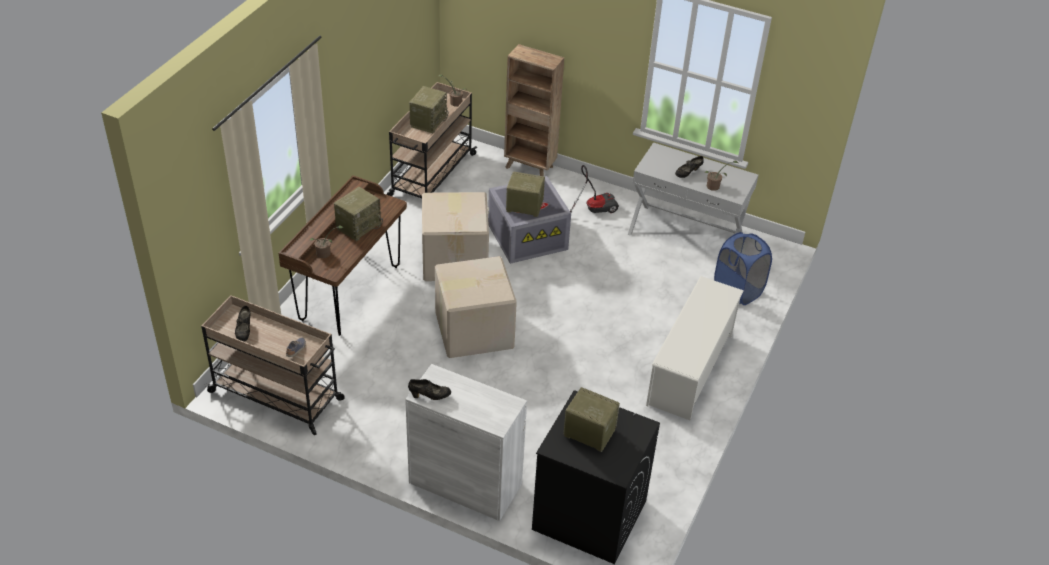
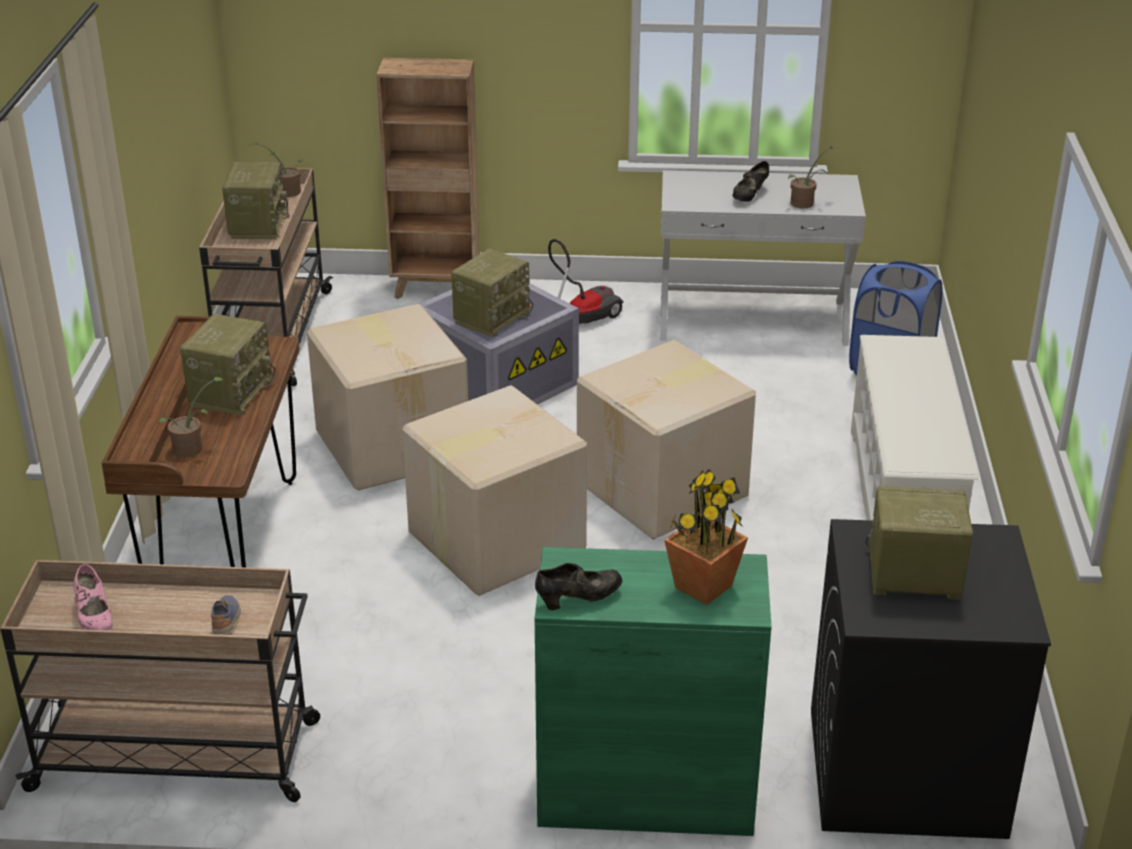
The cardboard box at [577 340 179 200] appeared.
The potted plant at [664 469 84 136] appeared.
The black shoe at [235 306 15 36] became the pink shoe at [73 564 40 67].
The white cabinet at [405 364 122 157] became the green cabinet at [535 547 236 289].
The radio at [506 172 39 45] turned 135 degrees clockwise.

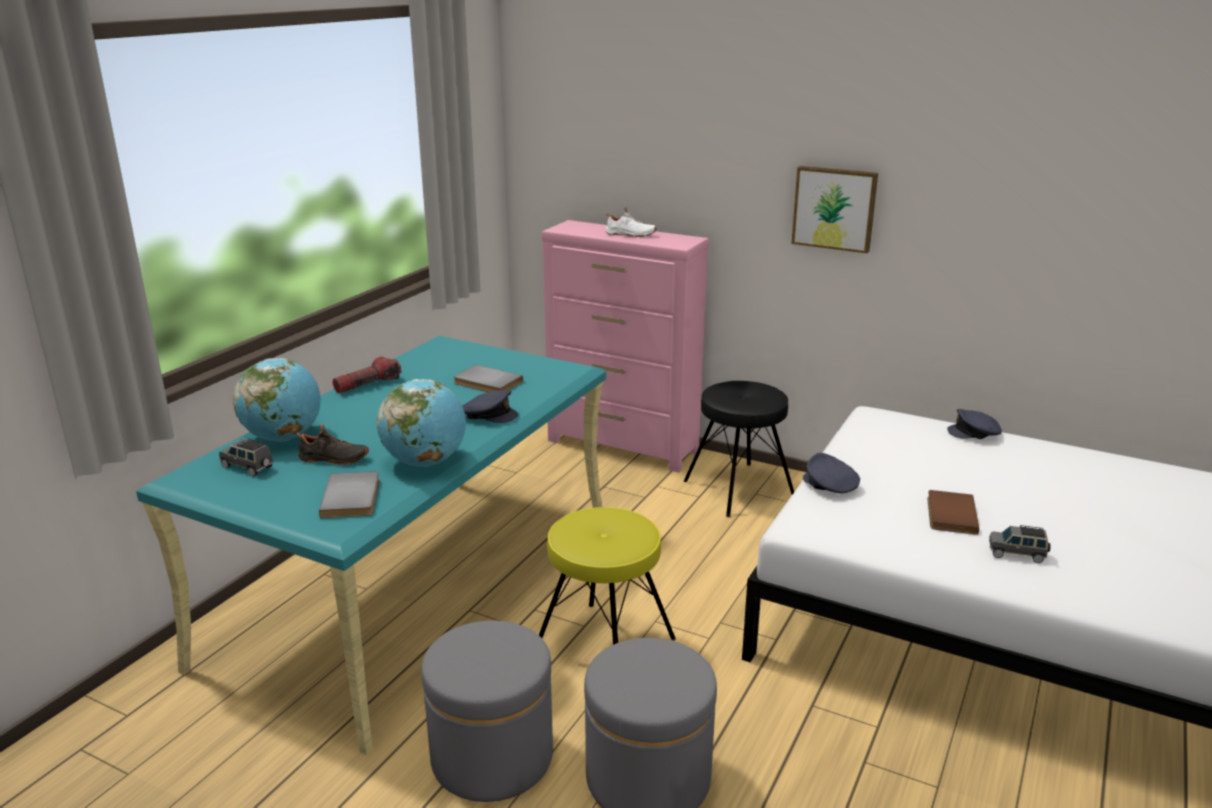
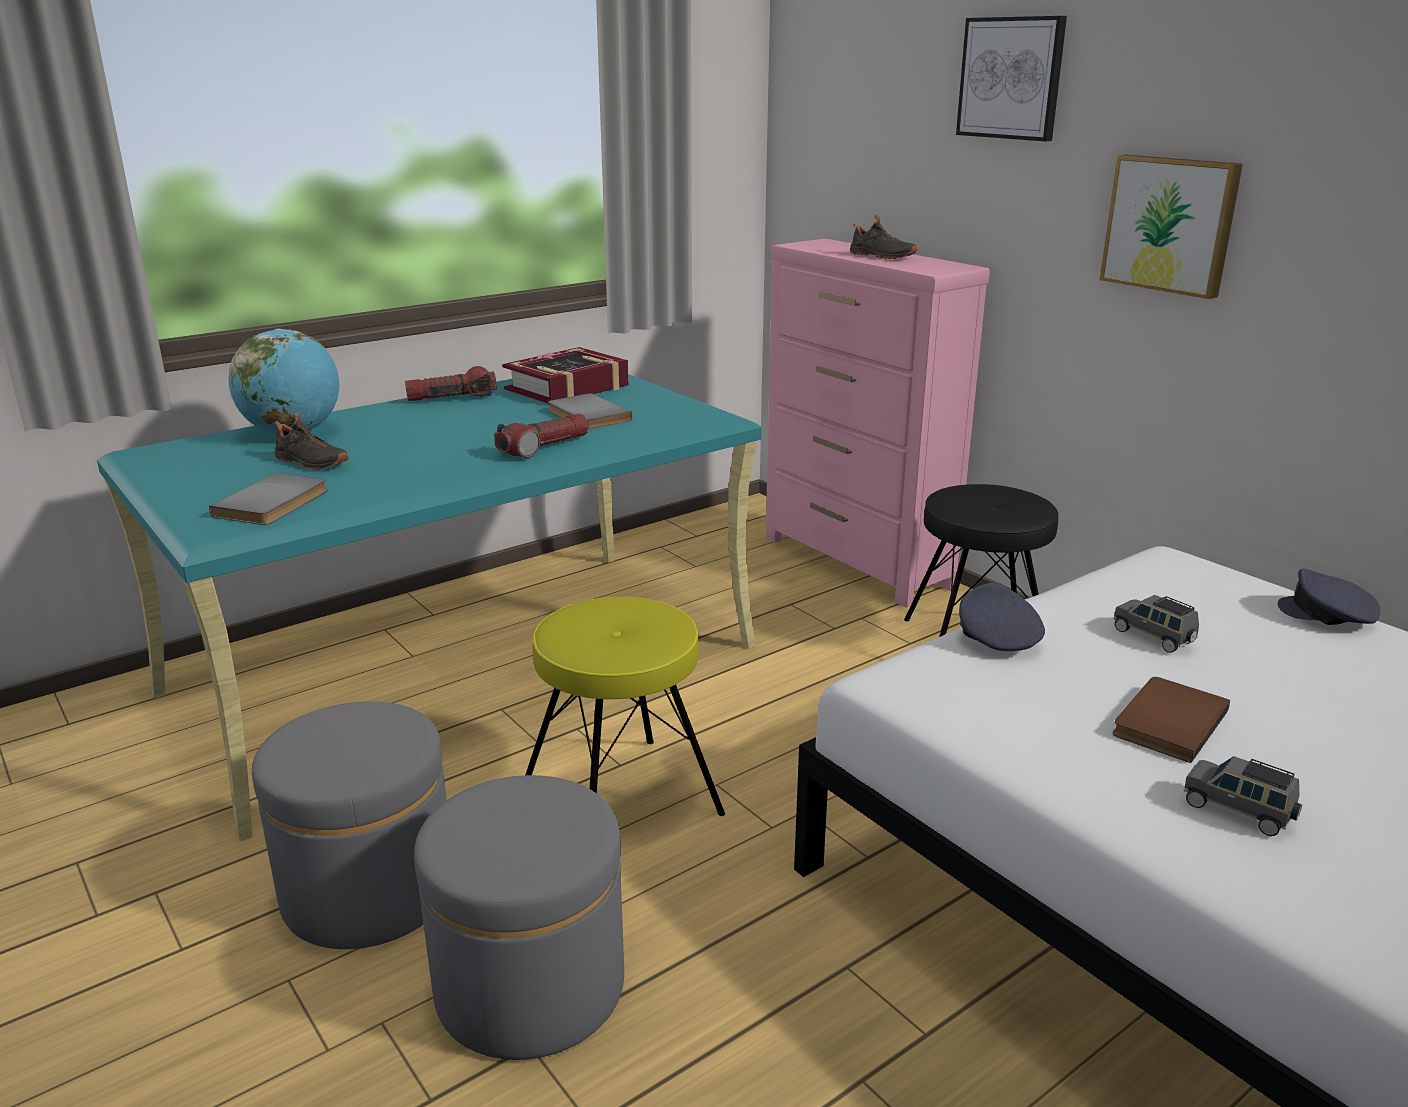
The globe at [377 379 89 88] disappeared.
The book at [502 347 127 57] appeared.
The picture at [956 16 111 125] appeared.
The grey toy car moved from [219 438 54 39] to [1113 595 86 58].
The grey cap at [462 390 56 33] was replaced by the flashlight at [494 413 95 45].
The white shoe at [606 207 51 30] became the black shoe at [850 214 67 45].

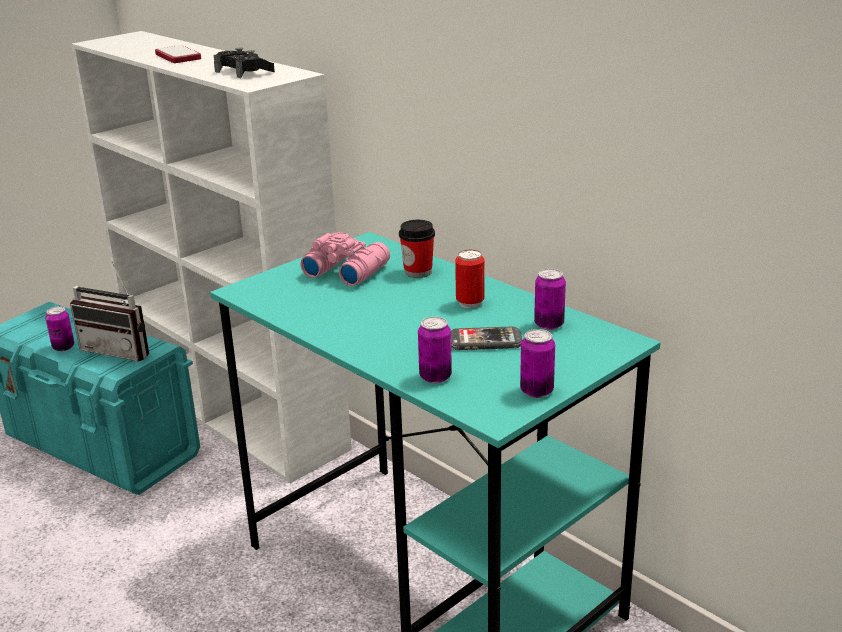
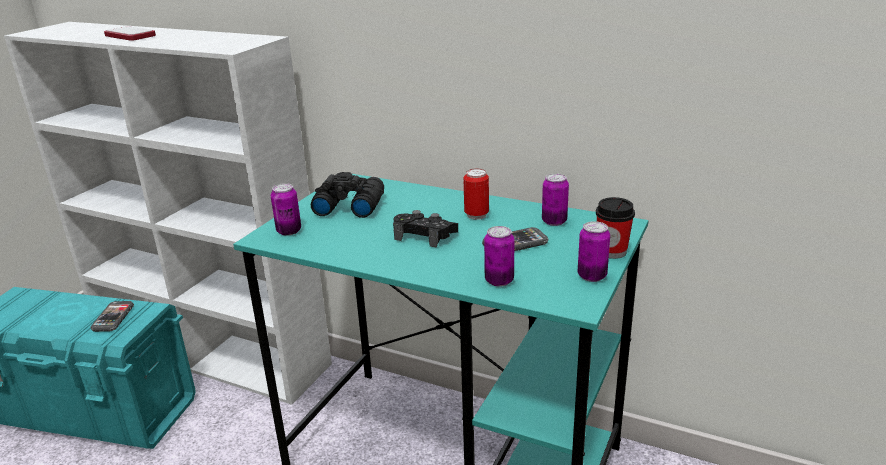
The can moved from [45 306 29 45] to [271 183 30 53].
The black game controller moved from [214 48 61 30] to [393 210 65 38].
The cup moved from [399 220 36 58] to [596 197 39 62].
The radio at [70 262 79 99] was replaced by the phone at [91 301 43 31].
The pink binoculars at [301 232 89 54] became the black binoculars at [311 172 73 46].

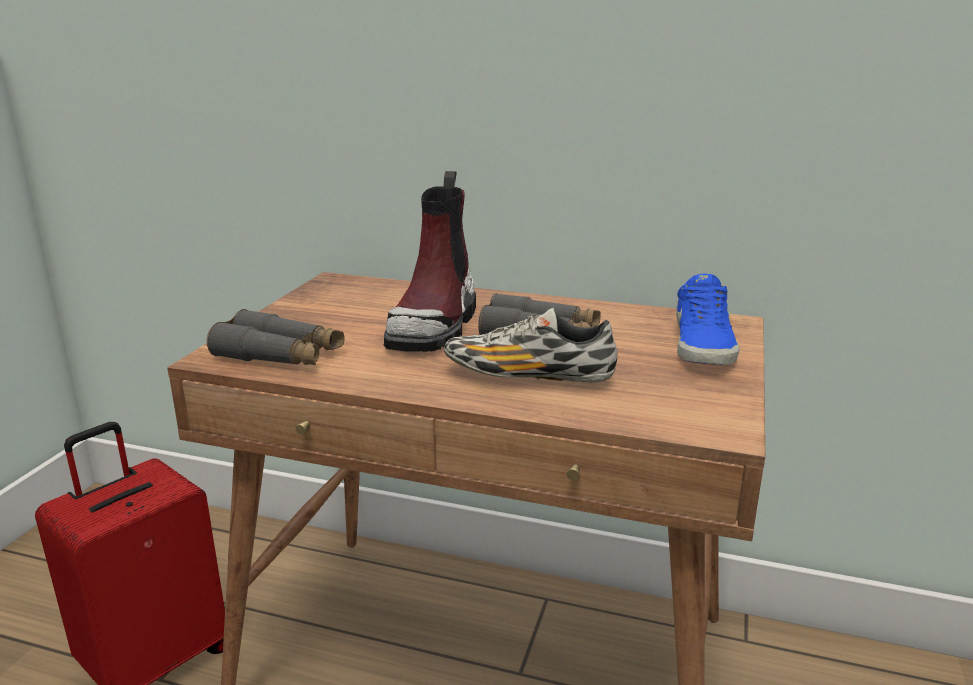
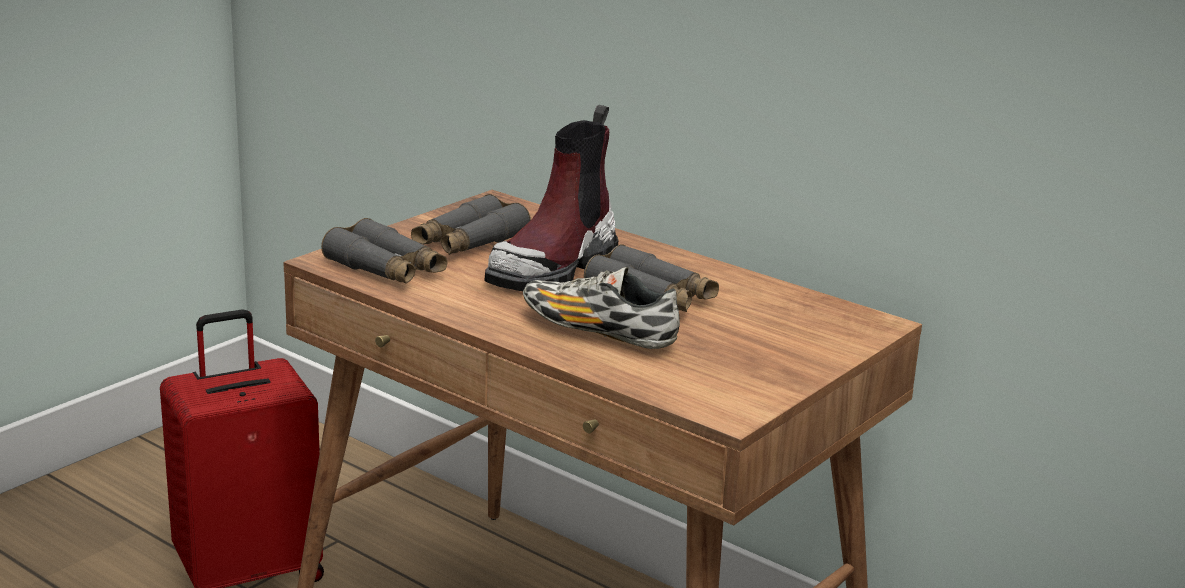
The blue shoe at [677 273 63 92] disappeared.
The grey binoculars at [411 194 120 61] appeared.

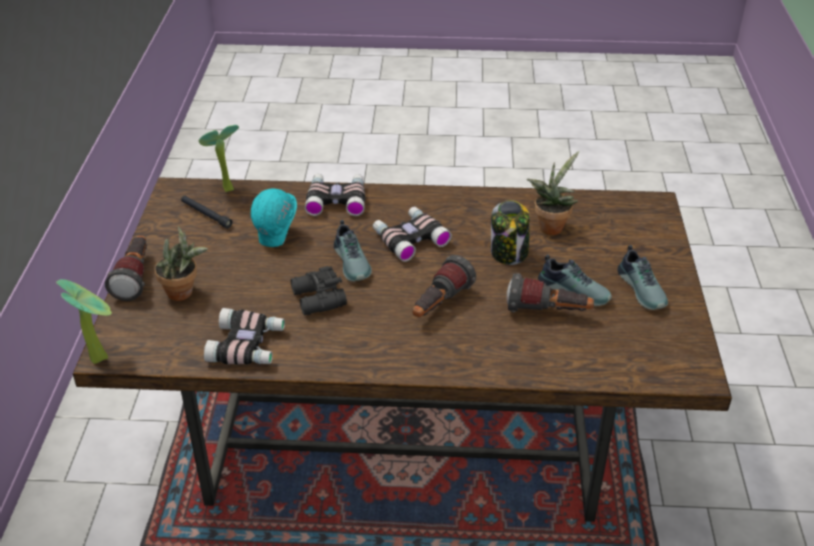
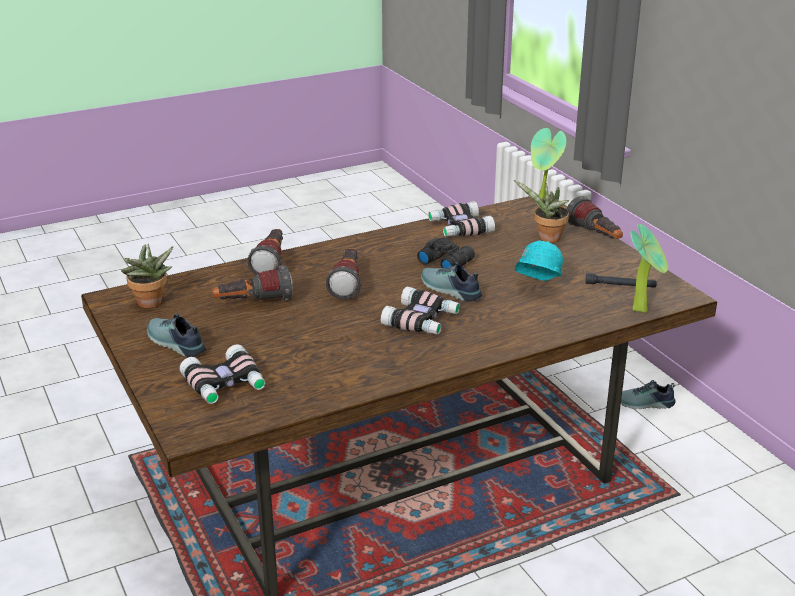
The jar at [491 200 39 65] disappeared.
The flashlight at [247 229 36 46] appeared.
The binoculars moved from [305 174 61 42] to [179 344 87 60].
The potted plant moved from [527 151 52 84] to [121 244 52 64].
The shoe moved from [538 255 74 51] to [621 380 55 29].

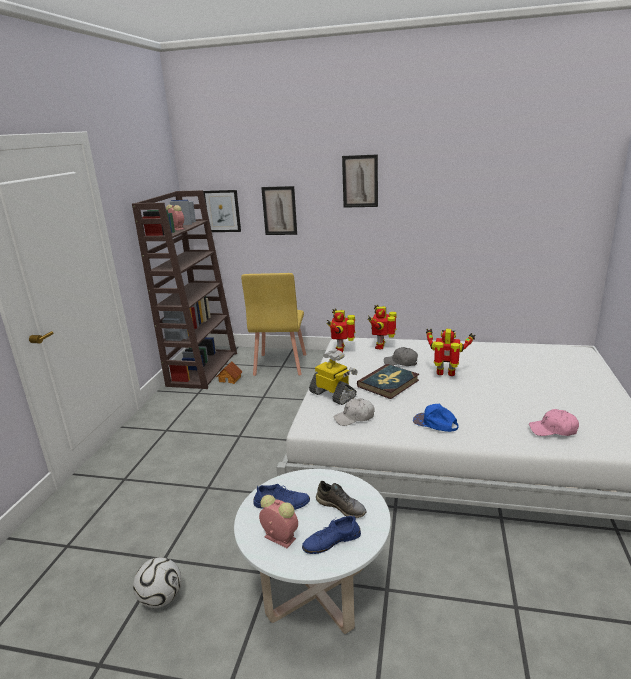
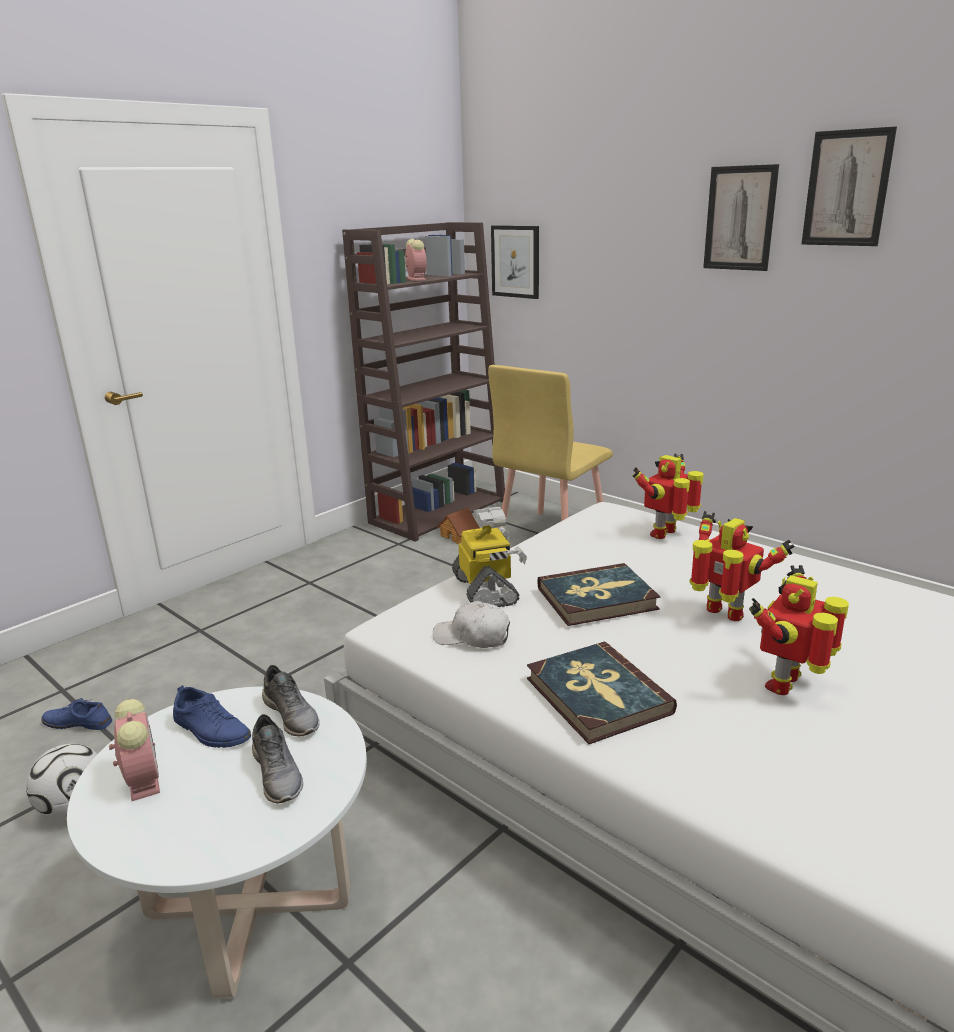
The grey cap at [384 347 34 19] disappeared.
The pink cap at [529 409 50 27] disappeared.
The grey shoe at [262 665 58 71] appeared.
The picture moved from [261 186 36 49] to [801 126 96 120].
The blue shoe moved from [302 515 59 39] to [41 698 71 32].
The toy robot moved from [327 308 28 44] to [749 565 100 130].
The blue cap at [413 403 46 29] was replaced by the book at [527 642 150 102].

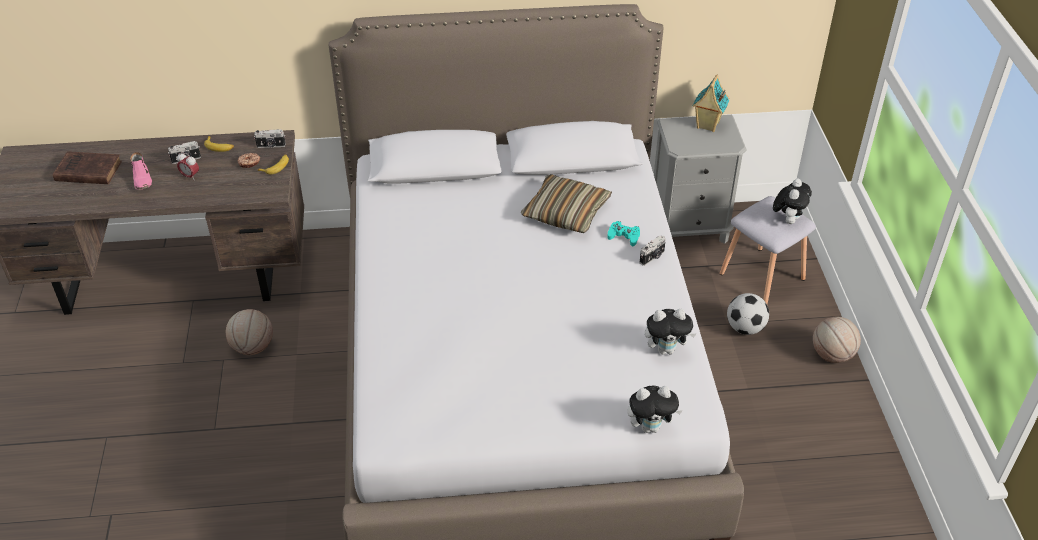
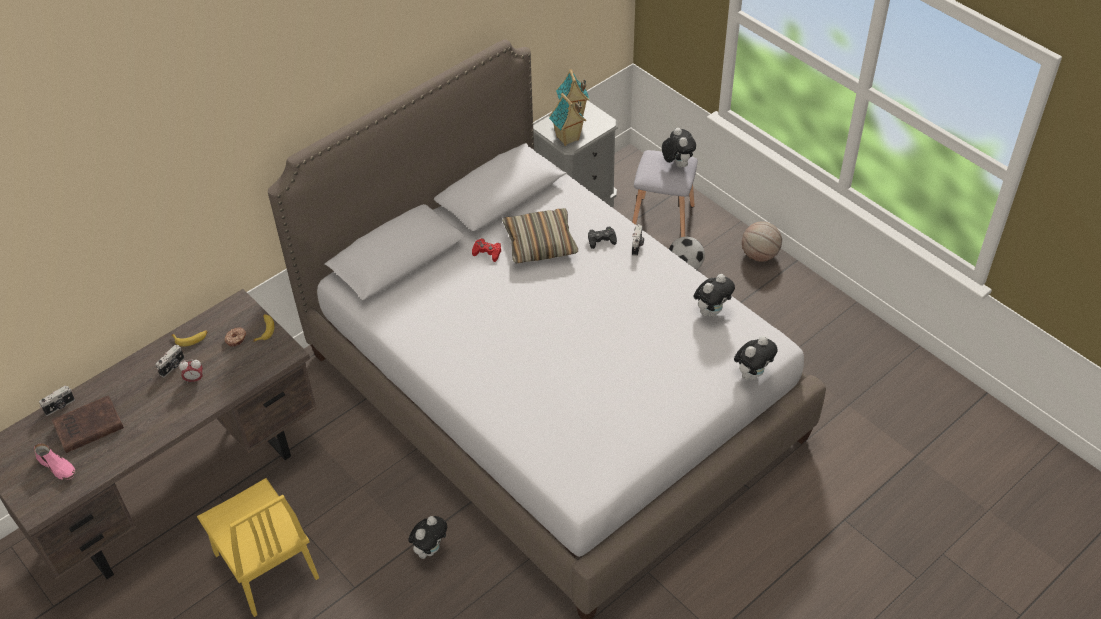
The basketball at [226 309 47 46] disappeared.
The yellow chair at [197 478 122 139] appeared.
The plush toy at [408 516 39 43] appeared.
The red game controller at [472 238 29 24] appeared.
The toy house at [549 93 37 53] appeared.
The pink shoe moved from [130 152 22 38] to [34 443 42 37].
The photo camera moved from [254 129 32 19] to [39 386 36 30].
The turquoise game controller at [607 221 33 25] became the black game controller at [588 227 29 22].

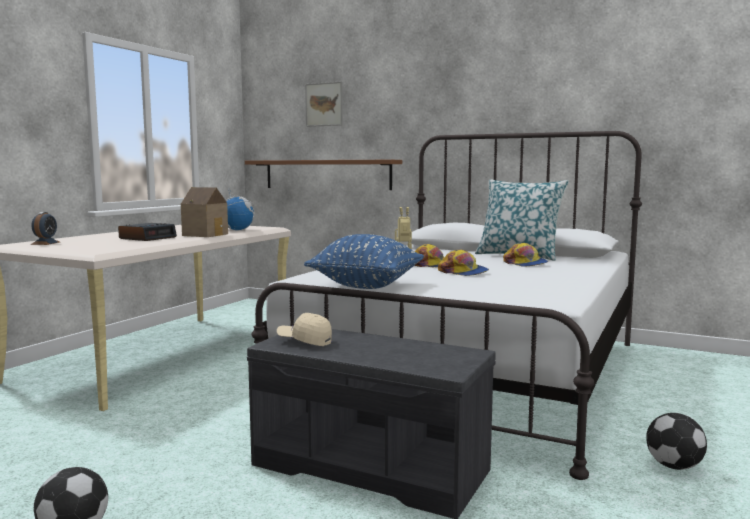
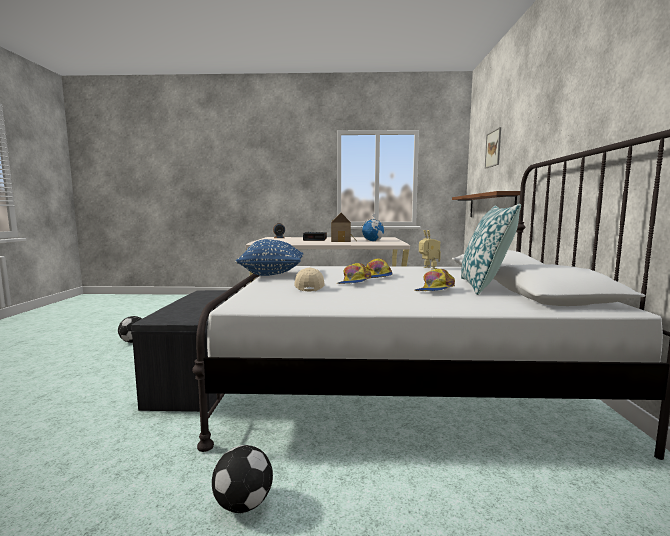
The beige cap moved from [277 313 55 33] to [294 267 31 24].

